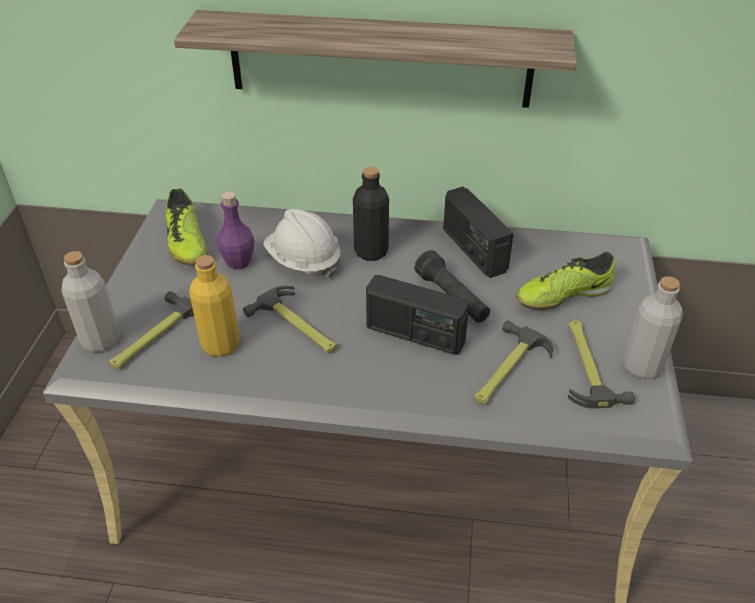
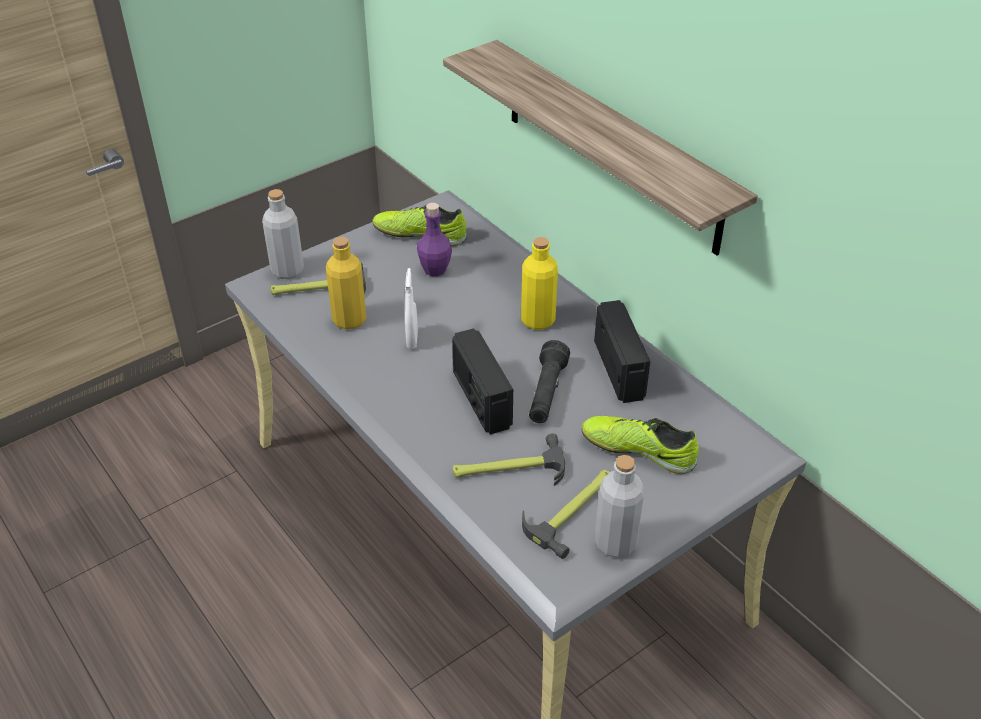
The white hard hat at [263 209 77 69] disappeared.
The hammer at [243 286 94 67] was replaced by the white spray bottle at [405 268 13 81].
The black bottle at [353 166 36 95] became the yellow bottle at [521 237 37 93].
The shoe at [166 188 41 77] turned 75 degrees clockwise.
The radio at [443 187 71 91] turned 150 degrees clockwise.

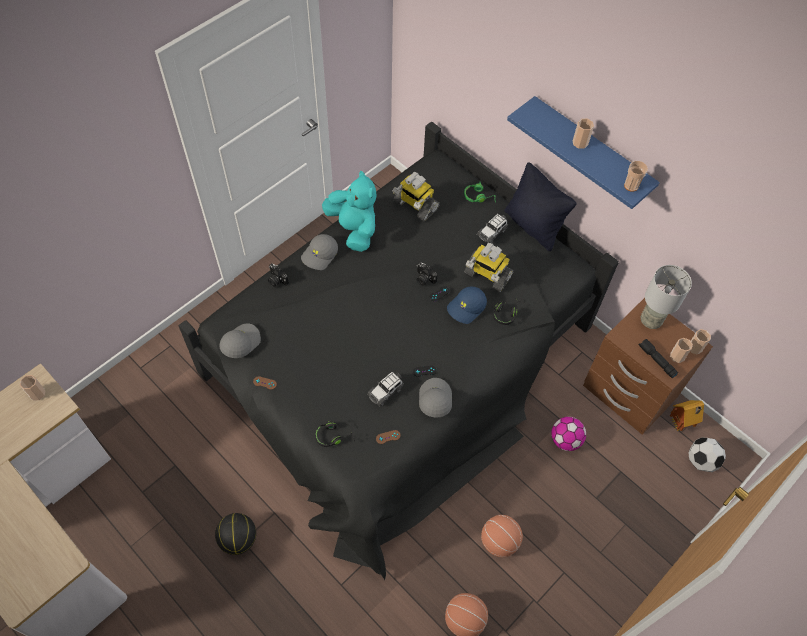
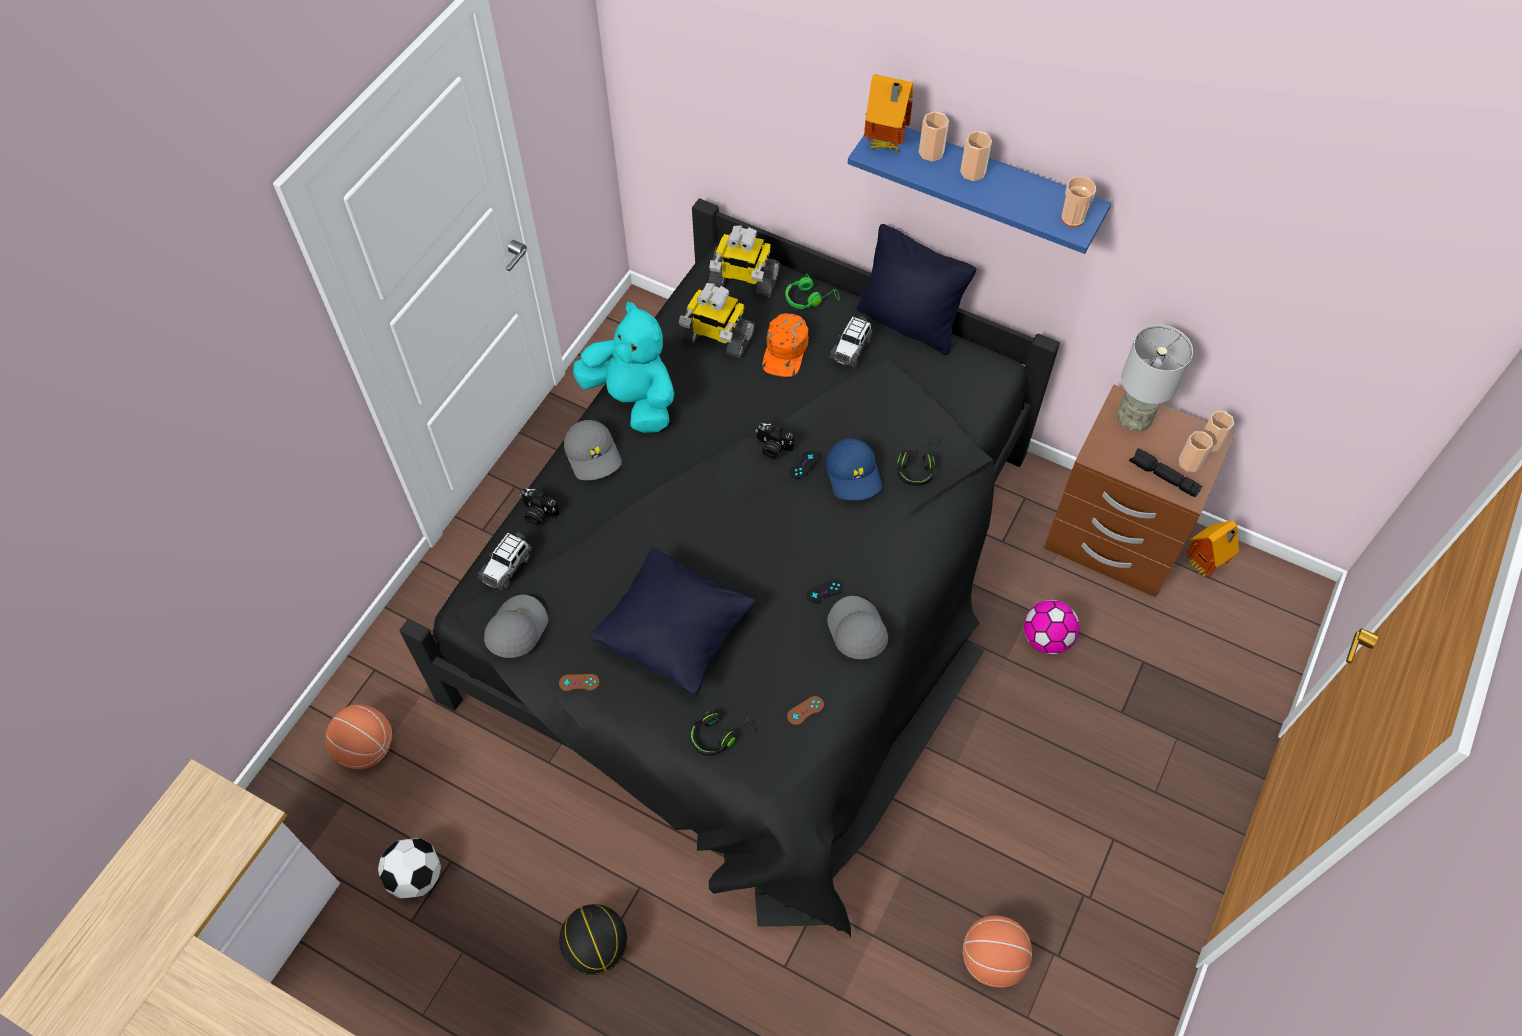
The black pillow at [589 548 167 148] appeared.
The orange cap at [762 313 47 64] appeared.
The toy house at [864 74 49 77] appeared.
The cup moved from [20 375 25 26] to [919 111 30 50].
The toy car moved from [367 372 37 35] to [478 533 54 58].
The toy robot moved from [464 243 50 49] to [709 225 71 73].
The basketball moved from [481 515 42 42] to [325 704 67 65].
The football moved from [688 437 38 35] to [378 838 63 61].
The grey cap at [301 234 37 36] turned 45 degrees counterclockwise.
The blue cap at [447 287 40 37] turned 45 degrees counterclockwise.

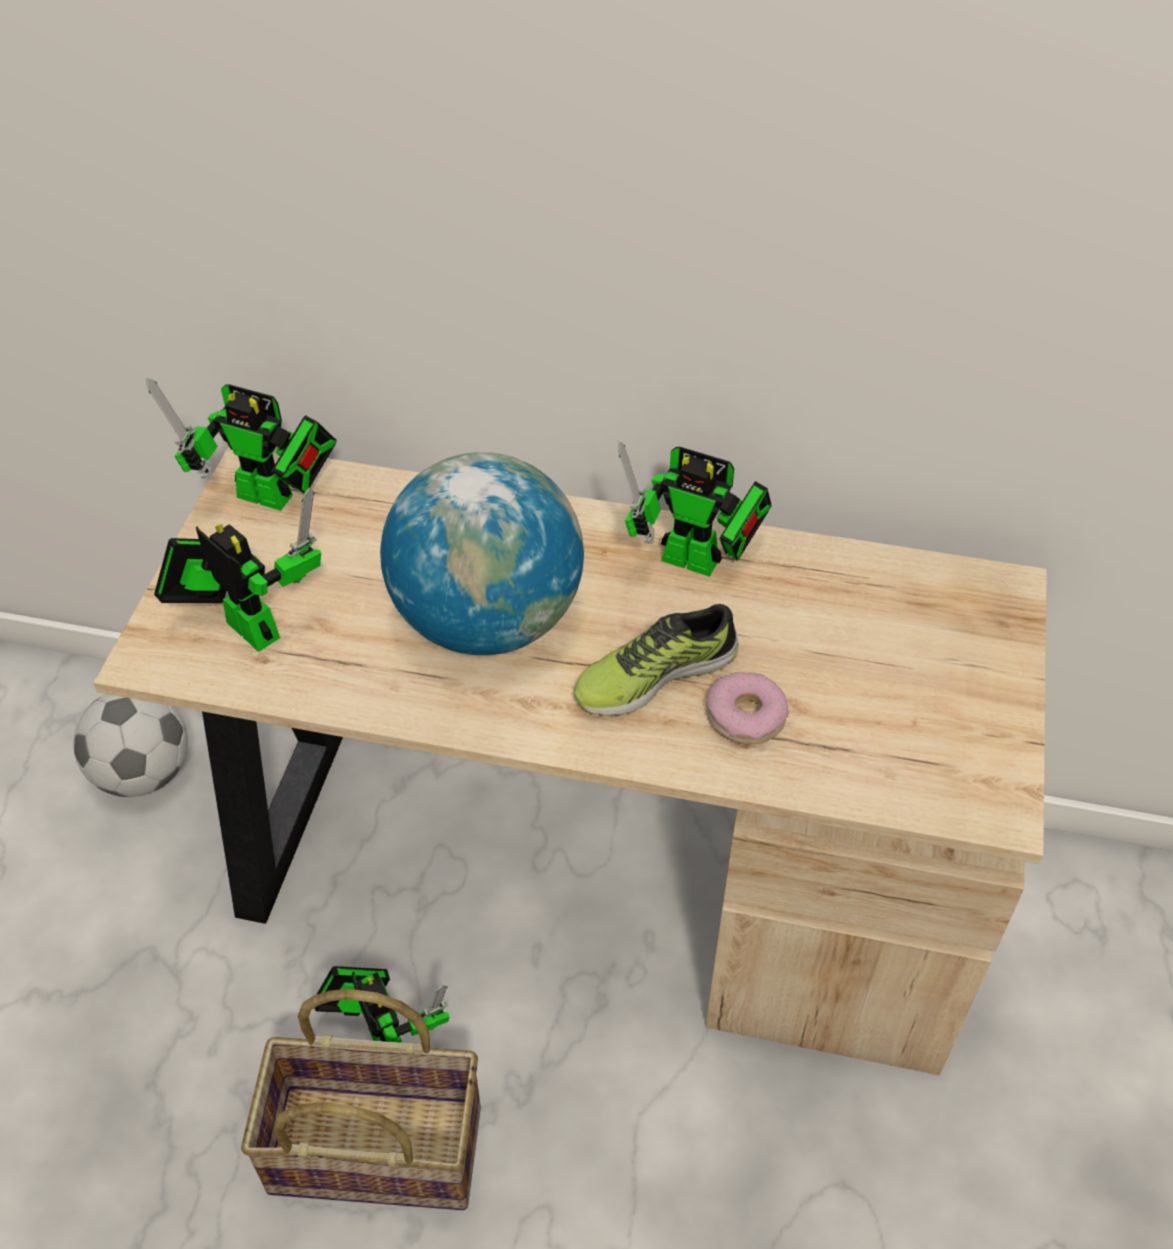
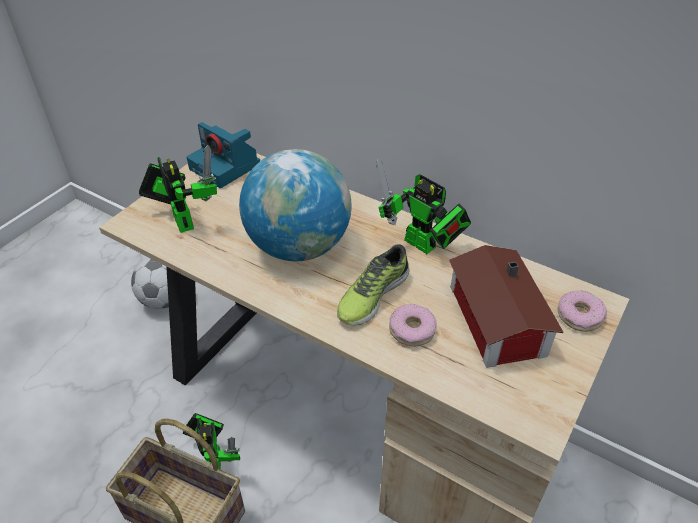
The toy house at [449 245 115 123] appeared.
The donut at [558 290 49 42] appeared.
The toy robot at [146 378 191 133] was replaced by the photo camera at [187 122 73 66].
The shoe at [574 604 165 112] turned 45 degrees counterclockwise.

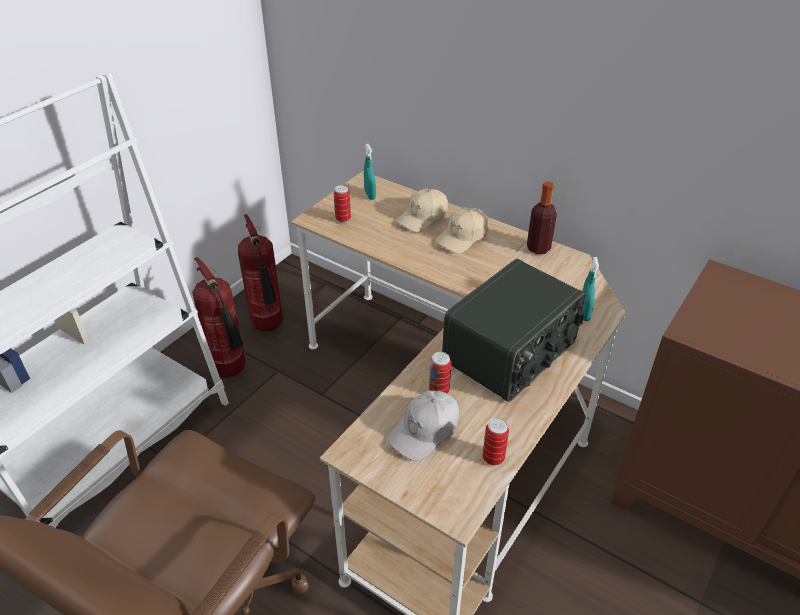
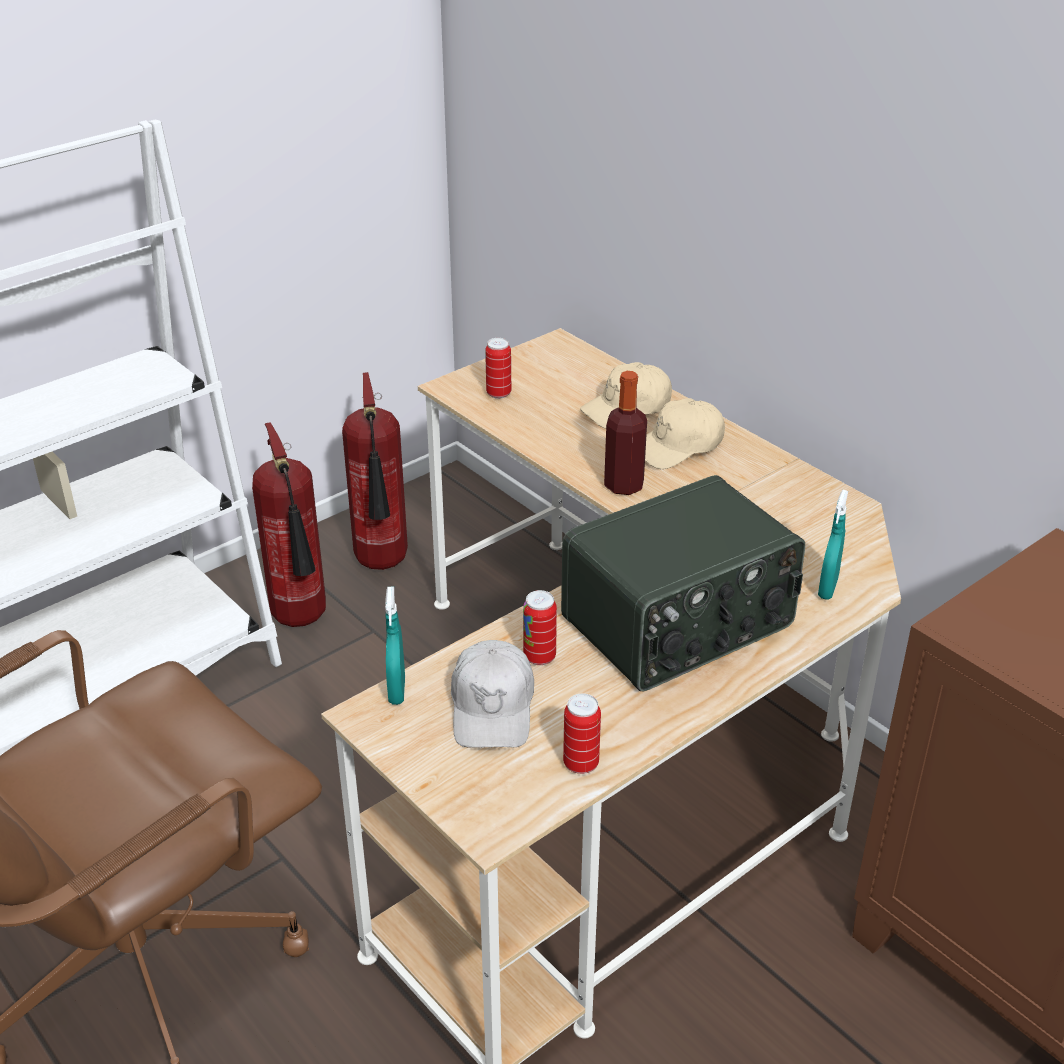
The turquoise spray bottle moved from [364 144 12 56] to [385 587 20 118].
The bottle moved from [527 181 30 73] to [604 371 43 124].
The white cap at [387 390 73 71] turned 60 degrees counterclockwise.

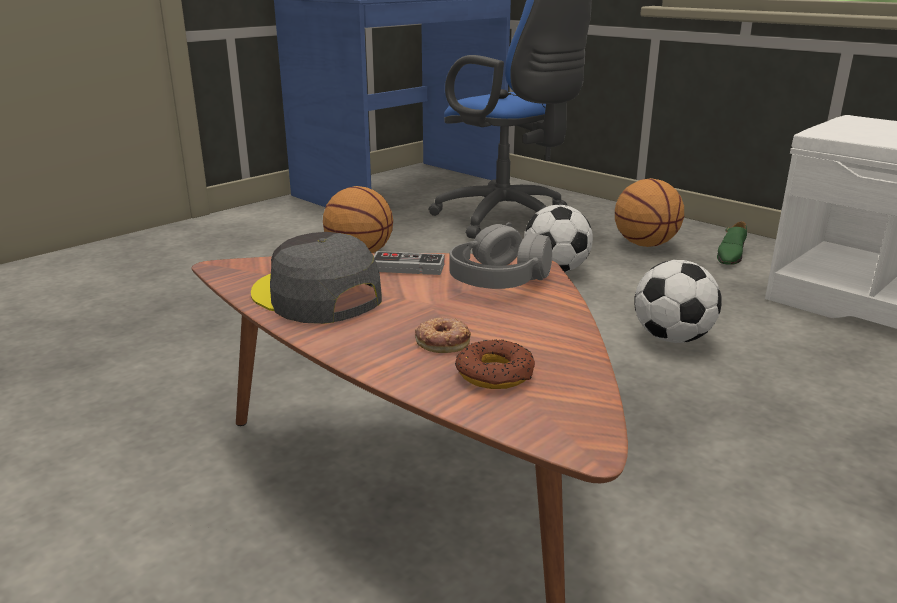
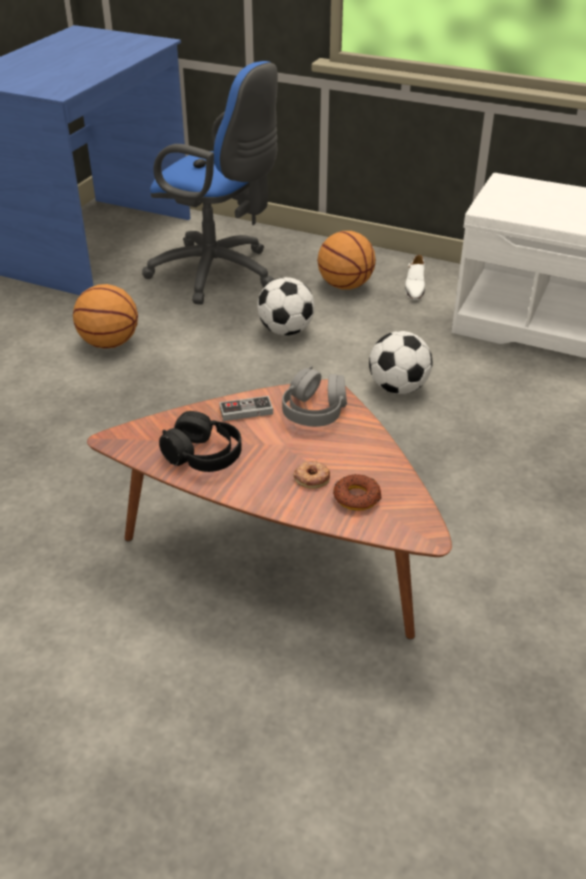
The grey cap at [251 232 131 92] was replaced by the black headphones at [159 411 83 61].
The green shoe at [717 221 30 43] became the white shoe at [405 255 20 45].

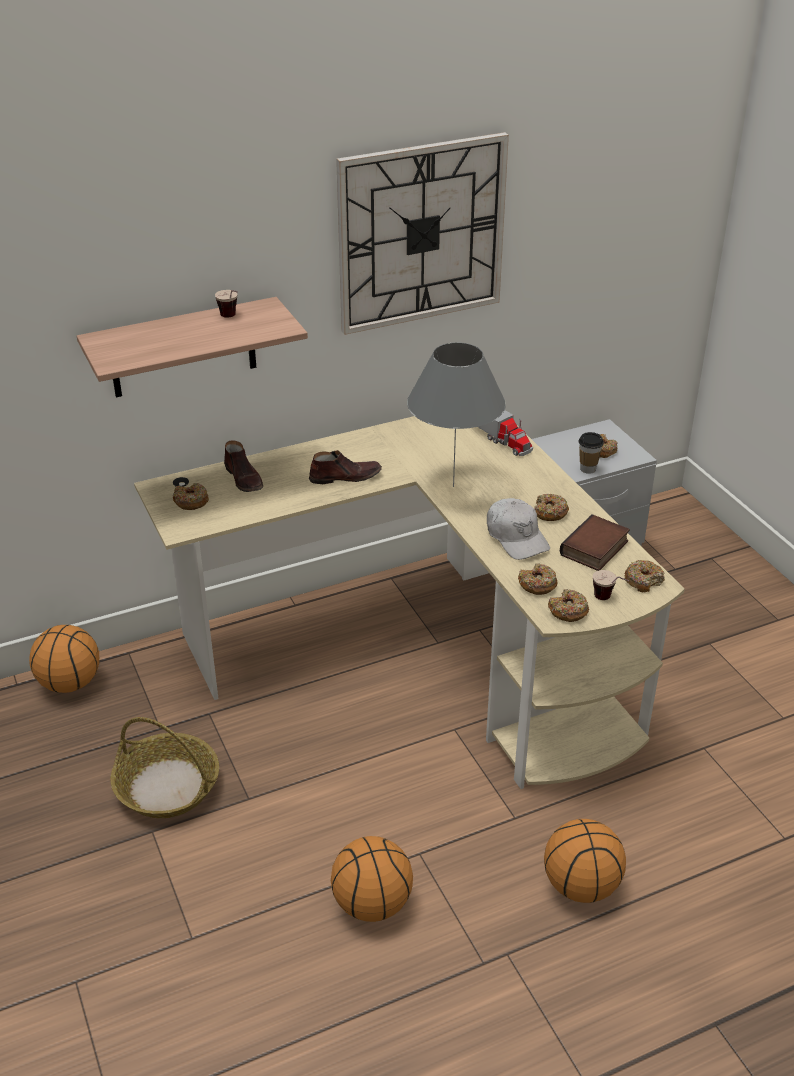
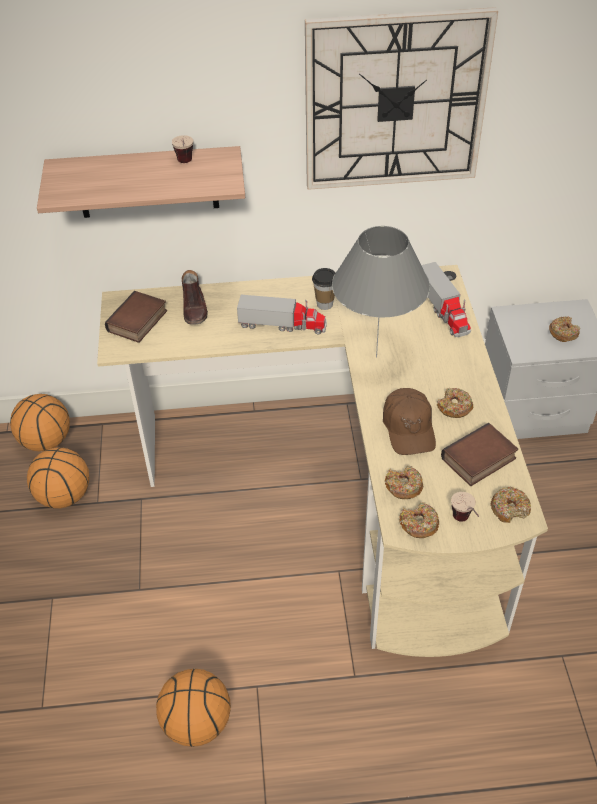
The basket at [110 717 109 101] disappeared.
The basketball moved from [544 819 82 84] to [27 447 63 61].
The cup moved from [579 432 25 42] to [312 268 23 42].
The donut at [173 483 36 27] was replaced by the book at [105 291 62 52].
The brown shoe at [309 450 73 34] was replaced by the toy truck at [237 295 90 39].
The white cap at [487 498 63 62] became the brown cap at [383 388 53 67].

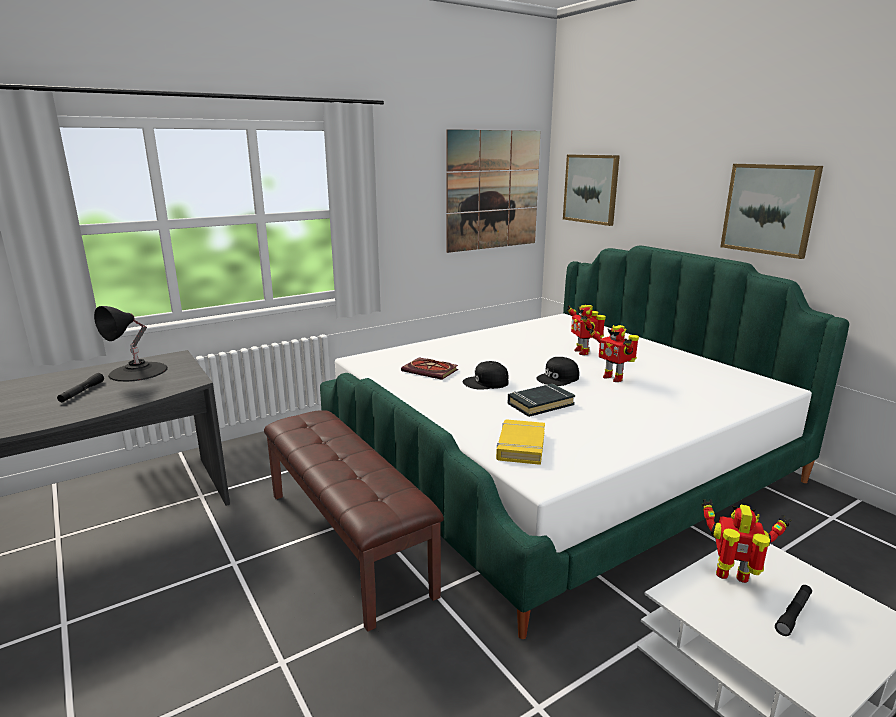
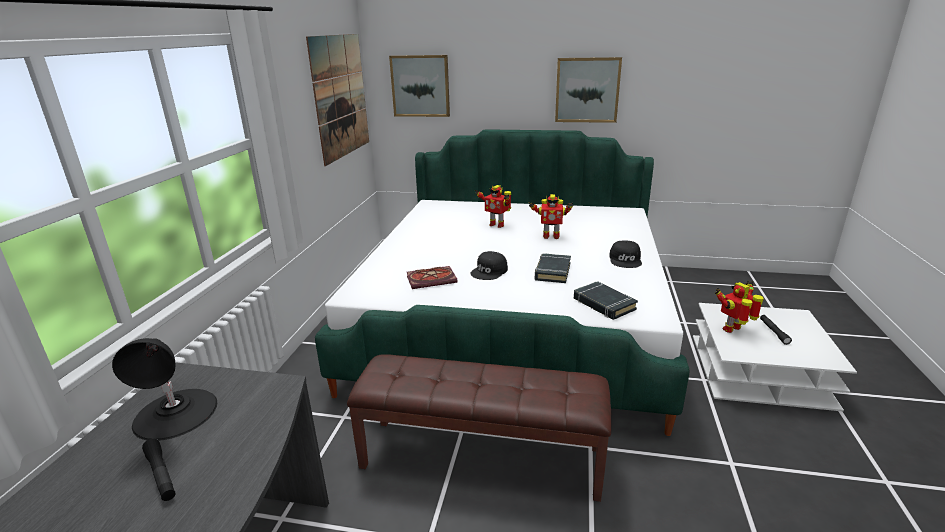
The black cap moved from [536 357 43 29] to [610 241 32 27].
The yellow book at [496 419 49 46] became the black book at [574 281 64 39].

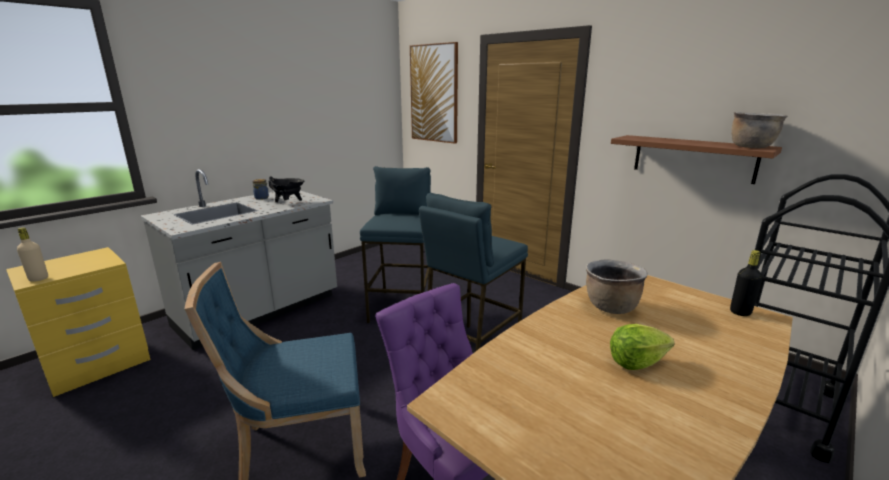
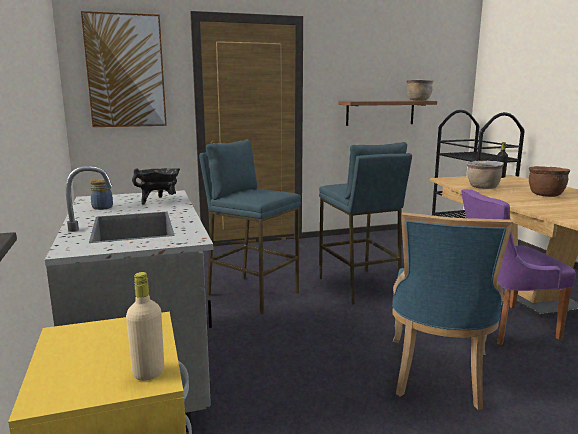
The lettuce at [610 324 65 46] was replaced by the brown cooking pot at [529 166 42 31].

